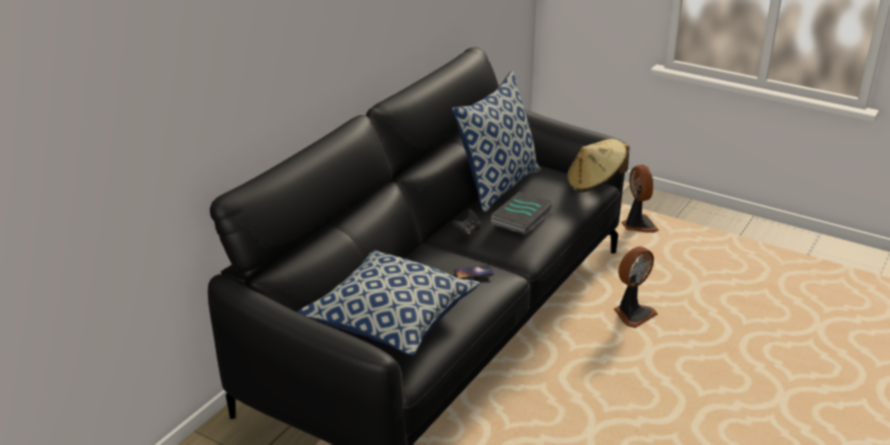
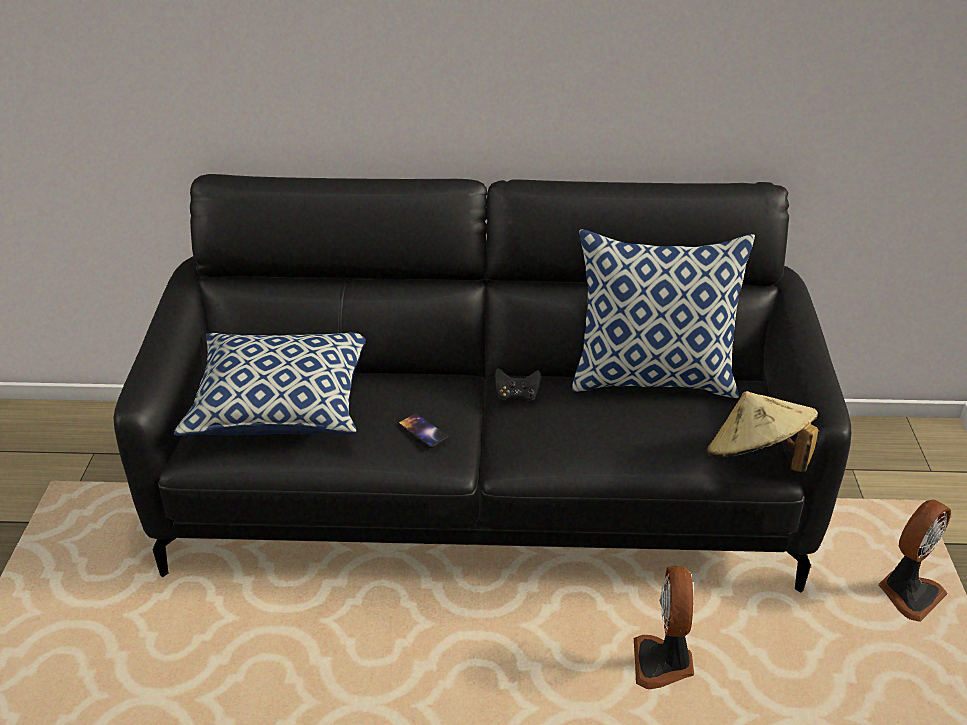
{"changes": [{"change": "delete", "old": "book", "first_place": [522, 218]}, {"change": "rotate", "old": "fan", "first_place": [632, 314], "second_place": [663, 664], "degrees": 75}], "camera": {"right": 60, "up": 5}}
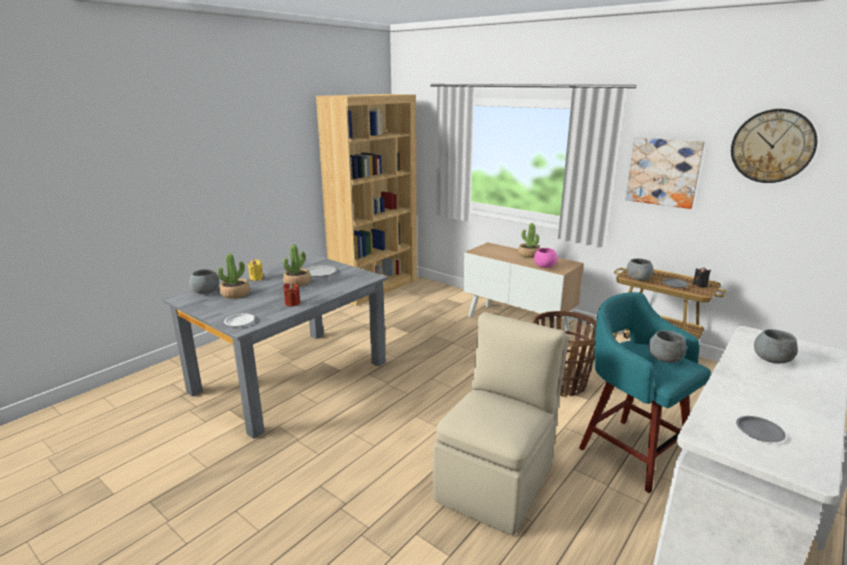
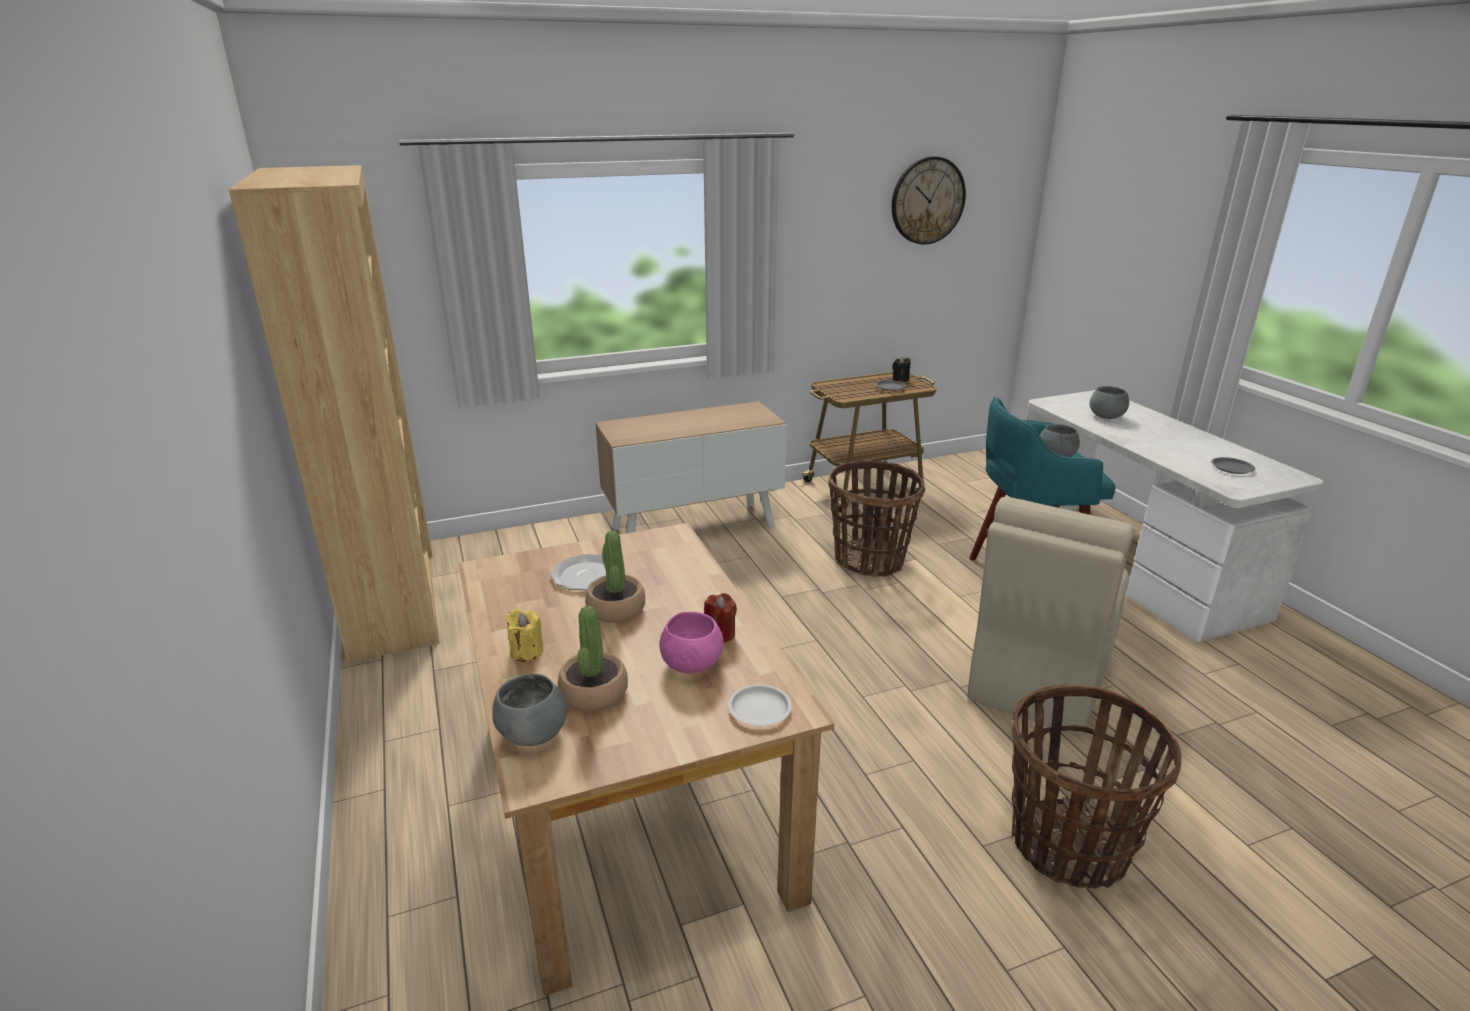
{"changes": [{"change": "delete", "old": "potted plant", "first_place": [528, 255]}, {"change": "delete", "old": "picture", "first_place": [663, 172]}, {"change": "delete", "old": "grey bowl", "first_place": [638, 279]}, {"change": "insert", "new": "basket", "second_place": [1068, 845]}, {"change": "move", "old": "pink bowl", "first_place": [544, 266], "second_place": [691, 664]}, {"change": "recolor", "old": "grey dining table", "new": "brown dining table", "first_place": [291, 377], "second_place": [634, 803]}, {"change": "rotate", "old": "beige chair", "first_place": [497, 481], "second_place": [1037, 681], "degrees": -120}], "camera": {"right": -60, "up": 5}}
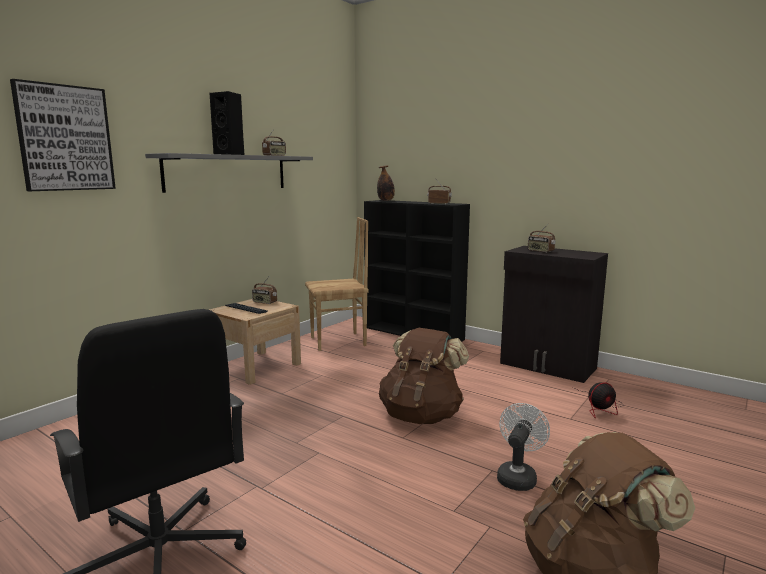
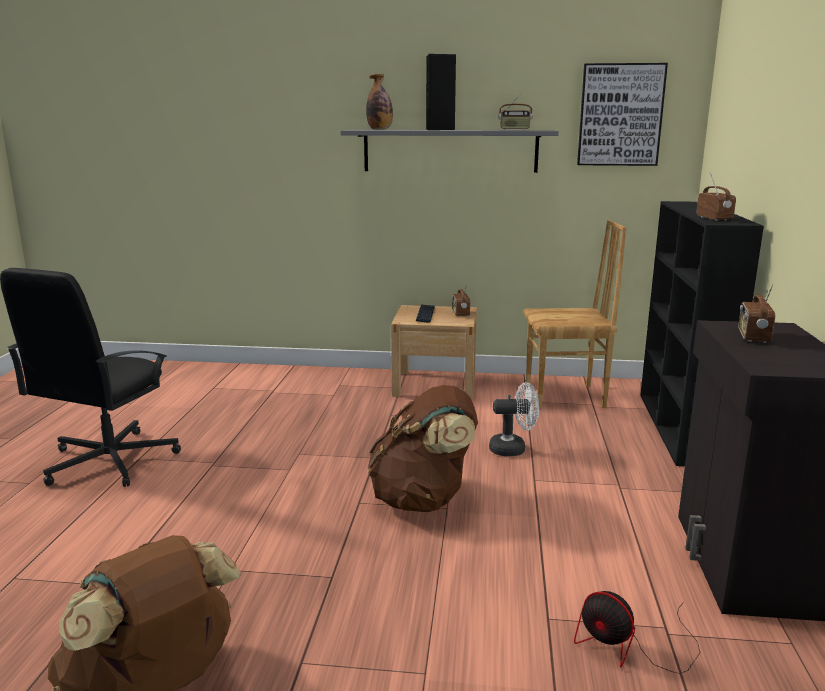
{"changes": [{"change": "move", "old": "picture", "first_place": [65, 138], "second_place": [620, 115]}, {"change": "move", "old": "bottle", "first_place": [386, 200], "second_place": [380, 129]}, {"change": "move", "old": "white fan", "first_place": [518, 476], "second_place": [513, 449]}, {"change": "rotate", "old": "brown chair", "first_place": [339, 342], "second_place": [565, 397], "degrees": -45}], "camera": {"right": 60, "up": 5}}
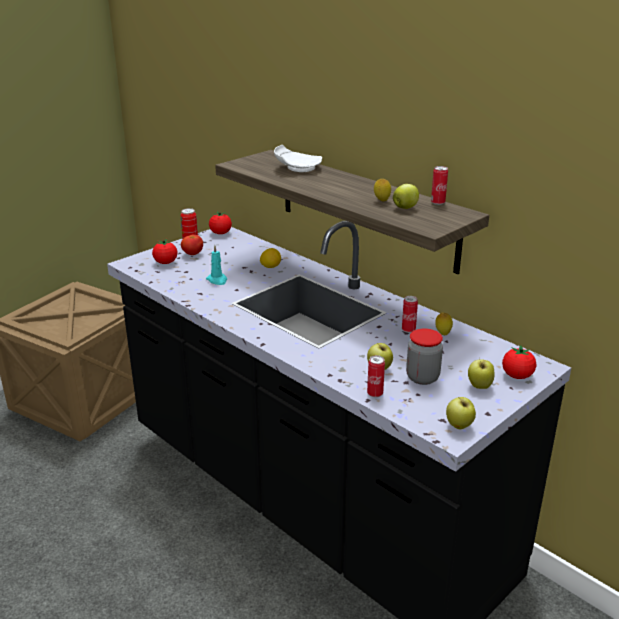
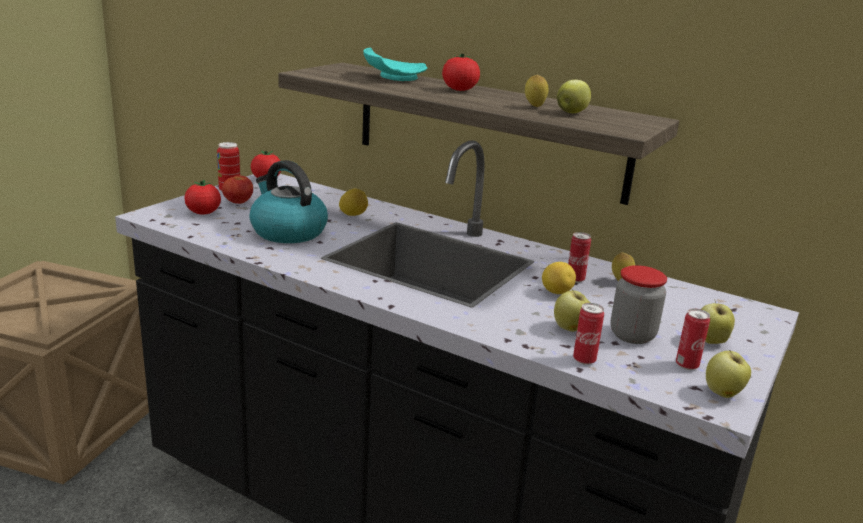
{"changes": [{"change": "insert", "new": "lemon", "second_place": [556, 292]}, {"change": "move", "old": "can", "first_place": [438, 203], "second_place": [687, 365]}, {"change": "move", "old": "tomato", "first_place": [517, 376], "second_place": [459, 90]}, {"change": "replace", "old": "turquoise candle", "new": "kettle", "first_place": [217, 280], "second_place": [287, 232]}, {"change": "recolor", "old": "white plate", "new": "turquoise plate", "first_place": [297, 168], "second_place": [393, 77]}], "camera": {"right": -15, "up": -5}}
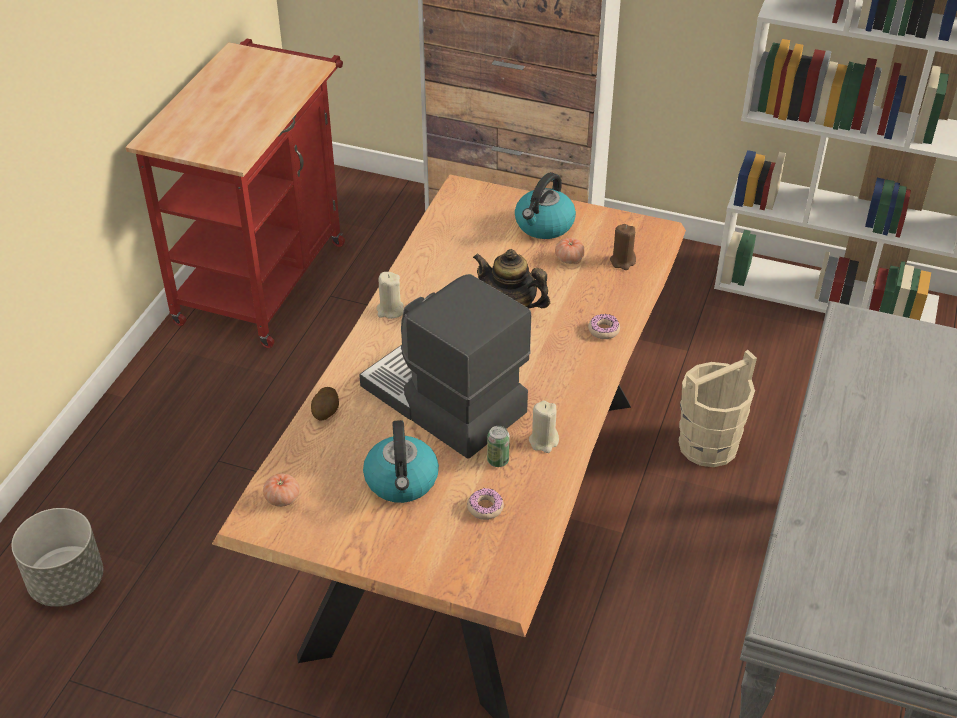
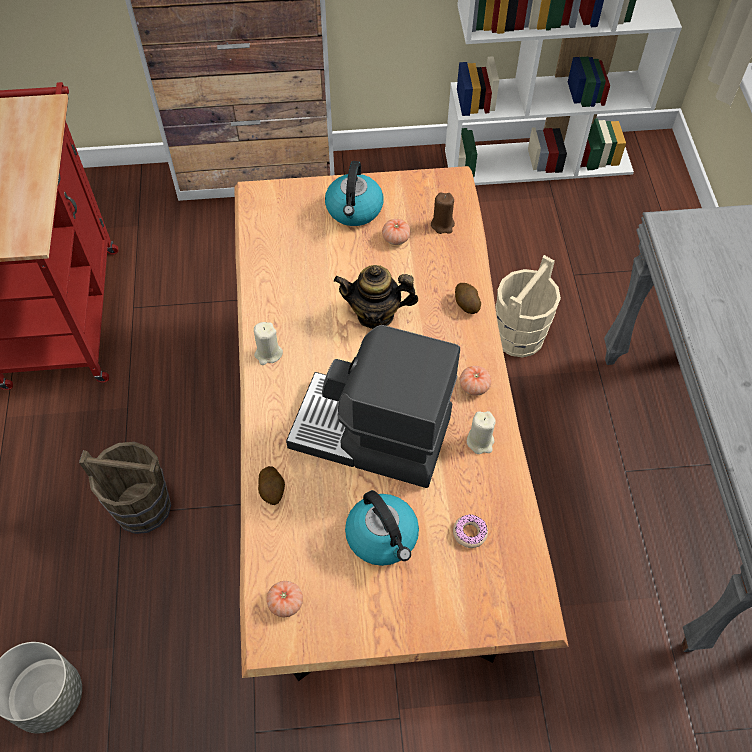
{"changes": [{"change": "delete", "old": "can", "first_place": [498, 460]}, {"change": "insert", "new": "brown bucket", "second_place": [142, 507]}, {"change": "insert", "new": "tomato", "second_place": [474, 386]}, {"change": "replace", "old": "donut", "new": "potato", "first_place": [603, 330], "second_place": [466, 304]}], "camera": {"right": -25, "up": 15}}
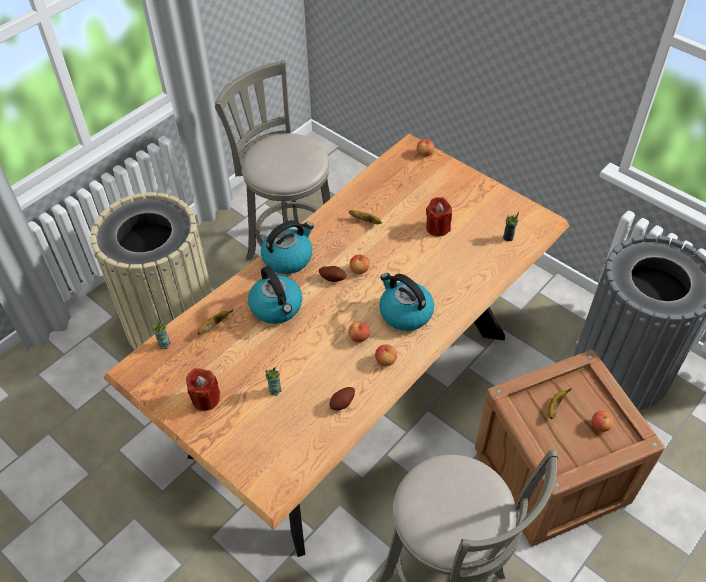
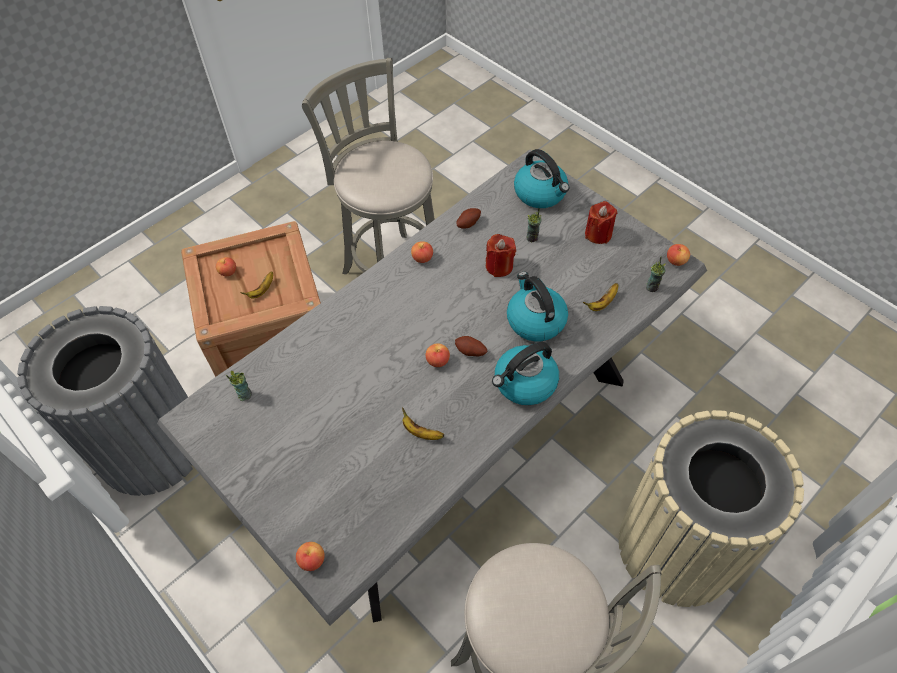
{"changes": [{"change": "move", "old": "apple", "first_place": [359, 337], "second_place": [676, 261]}, {"change": "move", "old": "kettle", "first_place": [404, 312], "second_place": [541, 193]}, {"change": "move", "old": "red candle", "first_place": [437, 227], "second_place": [499, 266]}, {"change": "recolor", "old": "brown dining table", "new": "grey dining table", "first_place": [355, 394], "second_place": [451, 436]}], "camera": {"right": -175, "up": 5}}
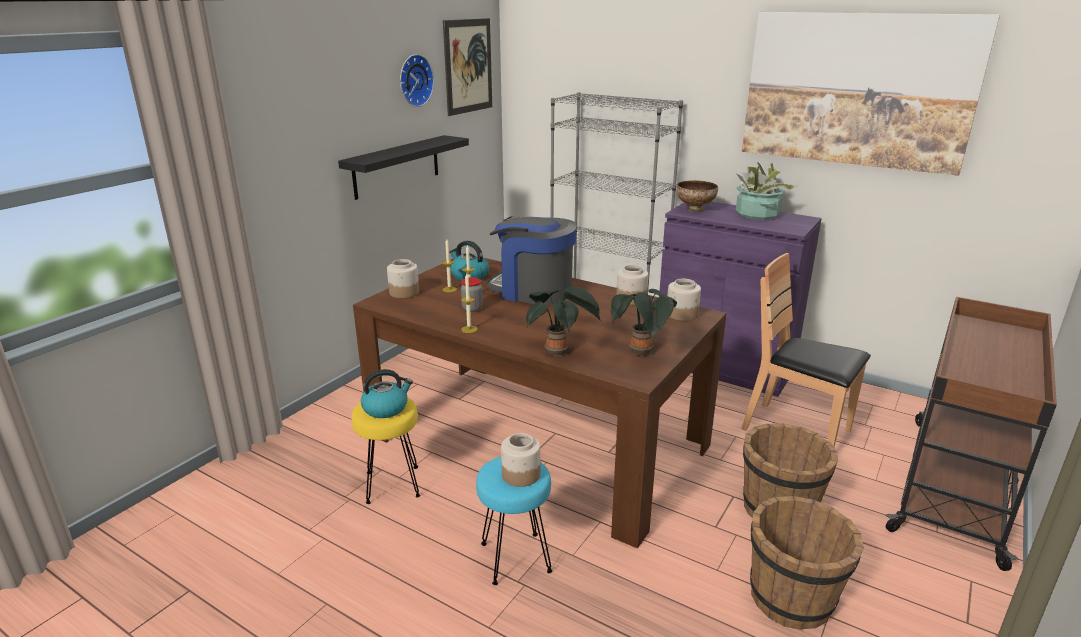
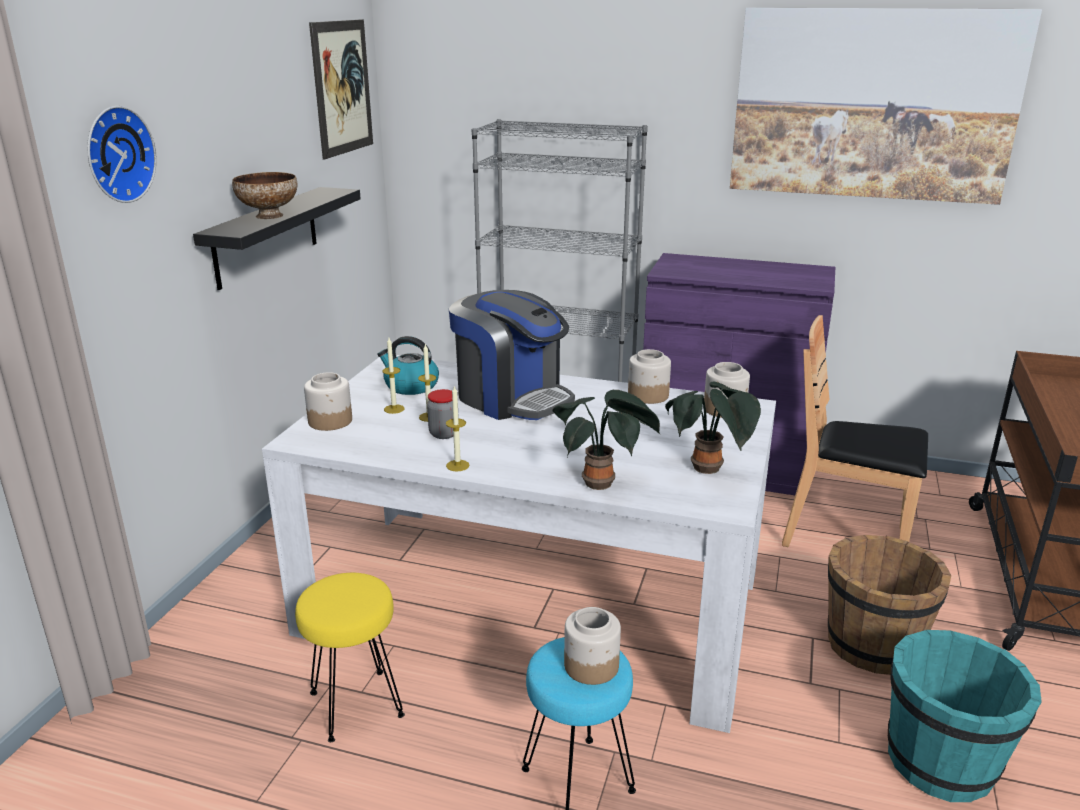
{"changes": [{"change": "delete", "old": "kettle", "first_place": [386, 408]}, {"change": "delete", "old": "potted plant", "first_place": [757, 215]}, {"change": "move", "old": "wall clock", "first_place": [414, 80], "second_place": [116, 154]}, {"change": "move", "old": "bowl", "first_place": [695, 209], "second_place": [269, 215]}, {"change": "recolor", "old": "brown dining table", "new": "white dining table", "first_place": [538, 440], "second_place": [534, 603]}, {"change": "recolor", "old": "brown bucket", "new": "turquoise bucket", "first_place": [792, 598], "second_place": [942, 762]}, {"change": "rotate", "old": "coffee machine", "first_place": [533, 290], "second_place": [512, 398], "degrees": -150}], "camera": {"right": -15, "up": 0}}
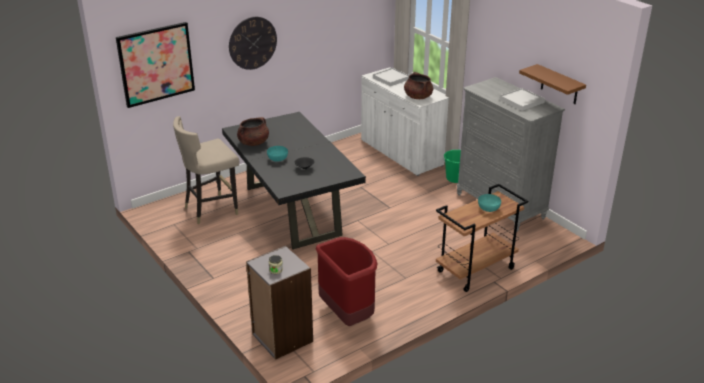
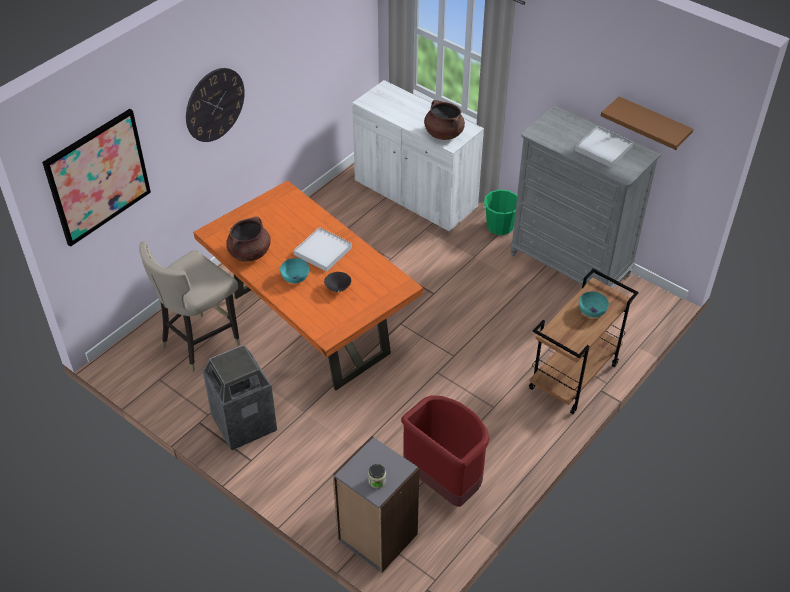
{"changes": [{"change": "insert", "new": "trash can", "second_place": [243, 423]}, {"change": "move", "old": "white tray", "first_place": [391, 78], "second_place": [323, 251]}, {"change": "recolor", "old": "black dining table", "new": "orange dining table", "first_place": [292, 211], "second_place": [309, 325]}], "camera": {"right": -15, "up": 15}}
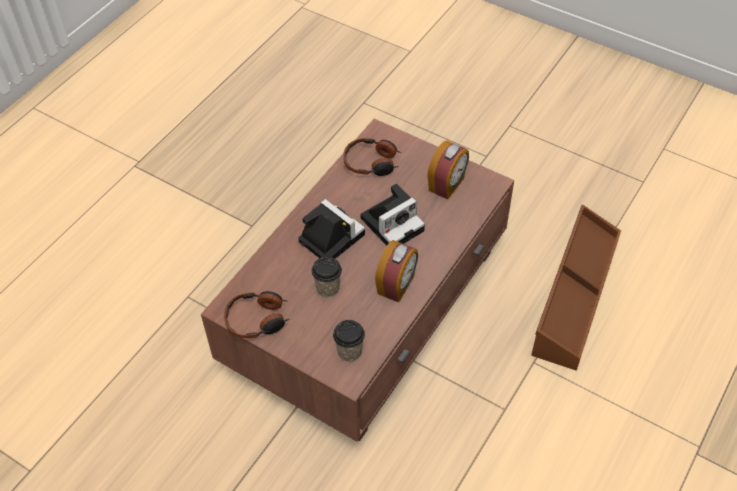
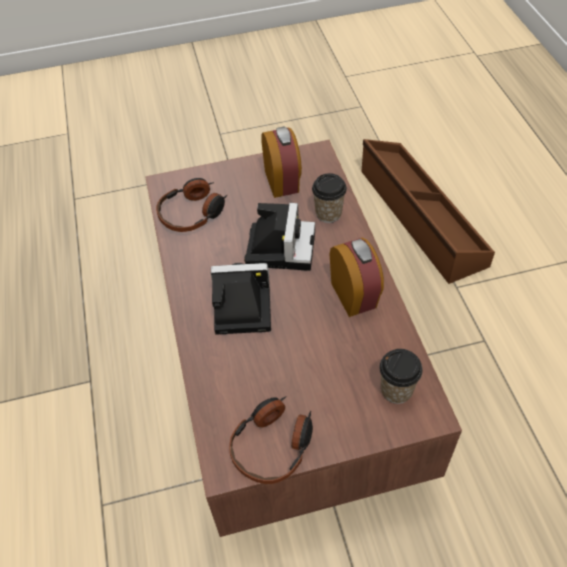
{"changes": [{"change": "move", "old": "cup", "first_place": [328, 288], "second_place": [328, 213]}], "camera": {"right": -45, "up": 0}}
